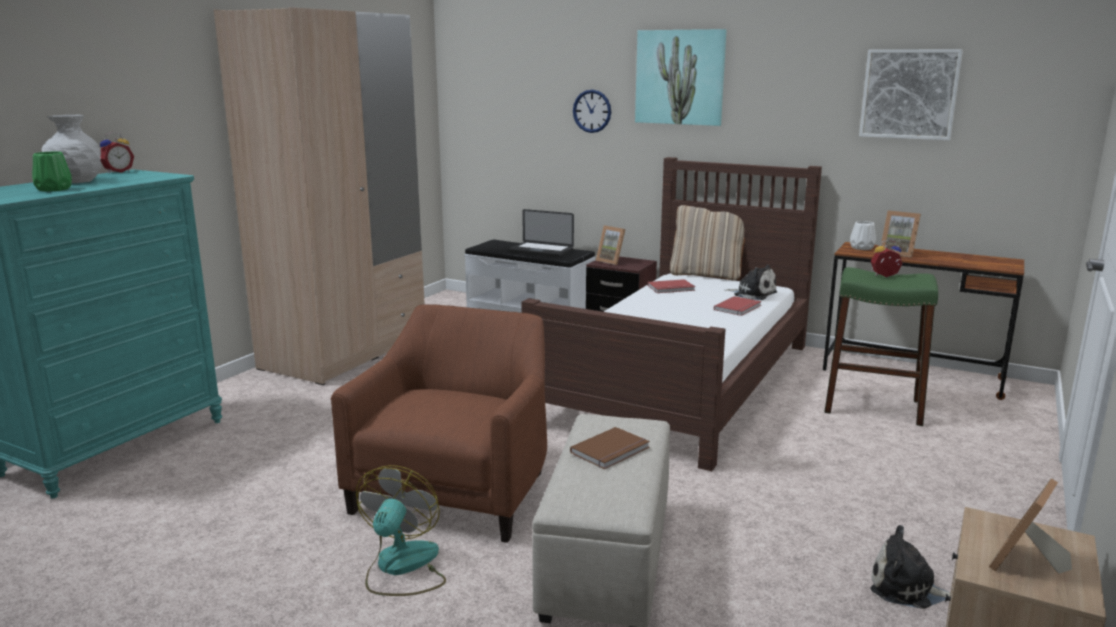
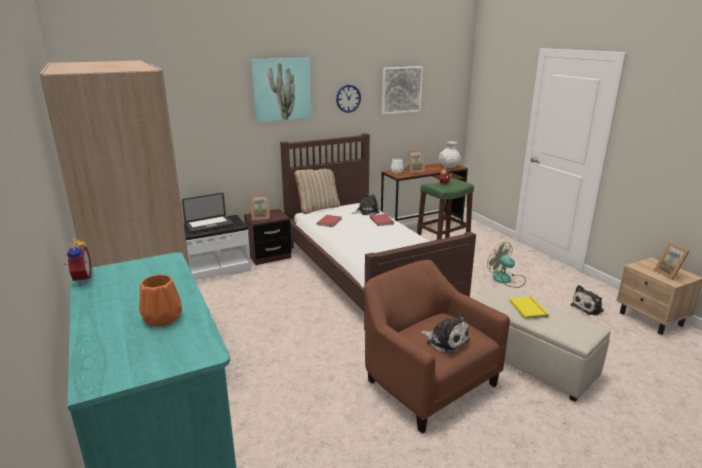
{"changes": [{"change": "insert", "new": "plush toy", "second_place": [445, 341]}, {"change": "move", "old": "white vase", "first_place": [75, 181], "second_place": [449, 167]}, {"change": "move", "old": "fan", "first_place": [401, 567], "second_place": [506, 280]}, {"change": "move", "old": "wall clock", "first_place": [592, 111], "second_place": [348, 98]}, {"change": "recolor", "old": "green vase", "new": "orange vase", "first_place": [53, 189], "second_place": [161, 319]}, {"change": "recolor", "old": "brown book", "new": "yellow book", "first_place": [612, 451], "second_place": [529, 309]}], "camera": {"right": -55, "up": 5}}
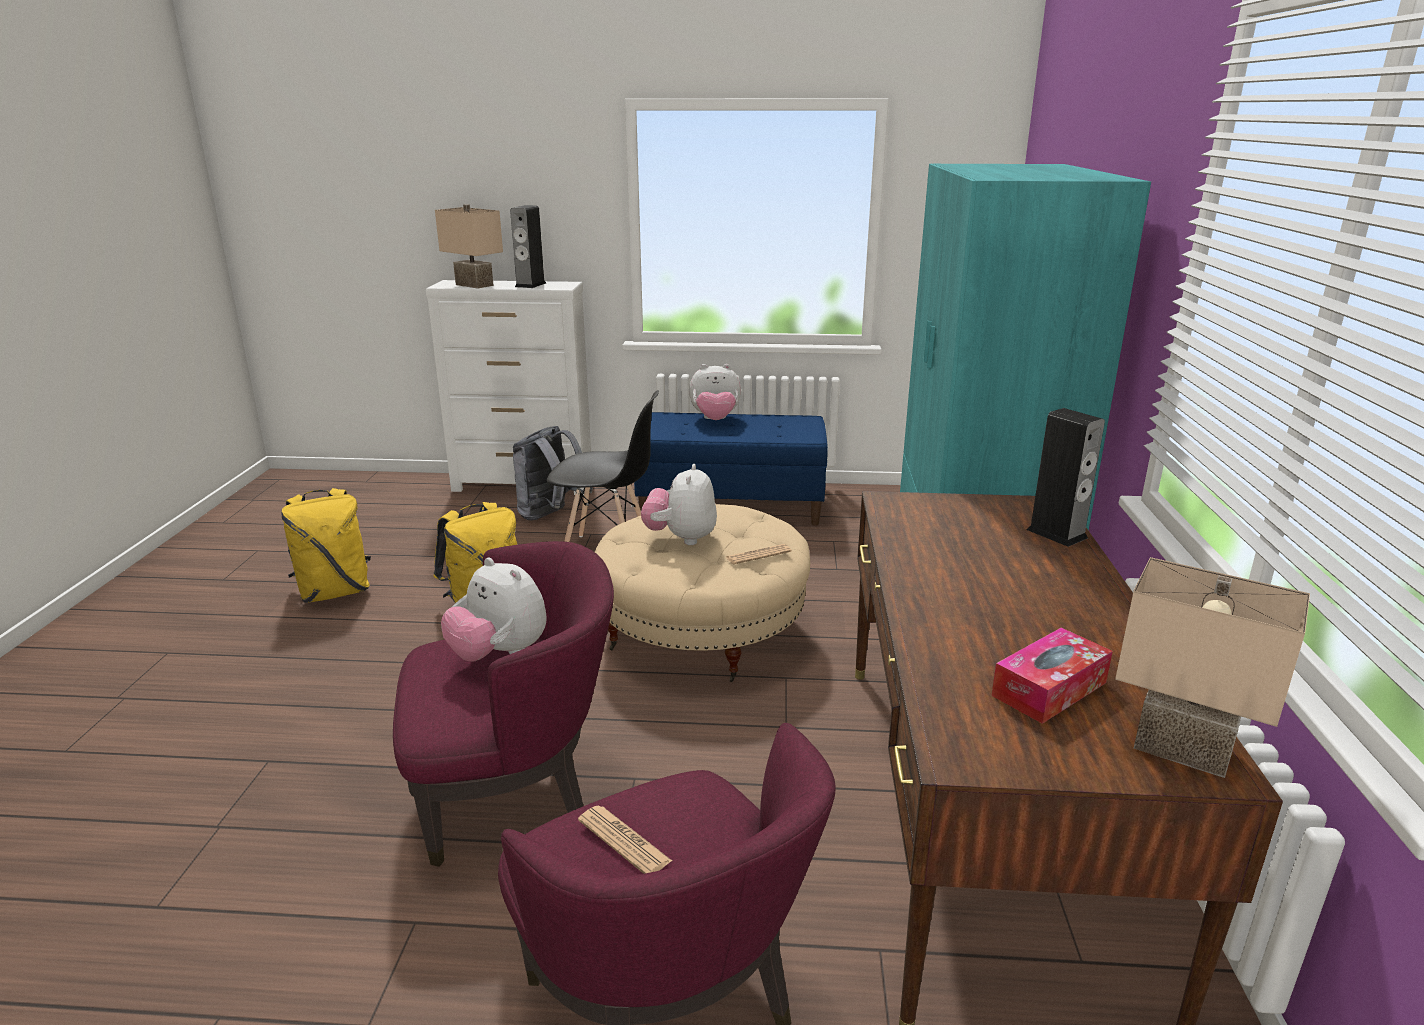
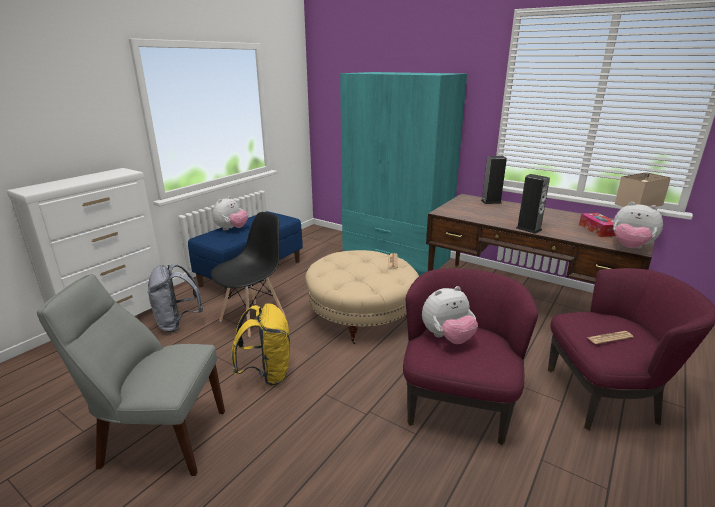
{"changes": [{"change": "delete", "old": "beige table lamp", "first_place": [476, 285]}, {"change": "move", "old": "speaker", "first_place": [530, 285], "second_place": [528, 229]}, {"change": "move", "old": "plush toy", "first_place": [681, 538], "second_place": [630, 247]}, {"change": "replace", "old": "yellow backpack", "new": "grey chair", "first_place": [335, 592], "second_place": [158, 438]}], "camera": {"right": -60, "up": 0}}
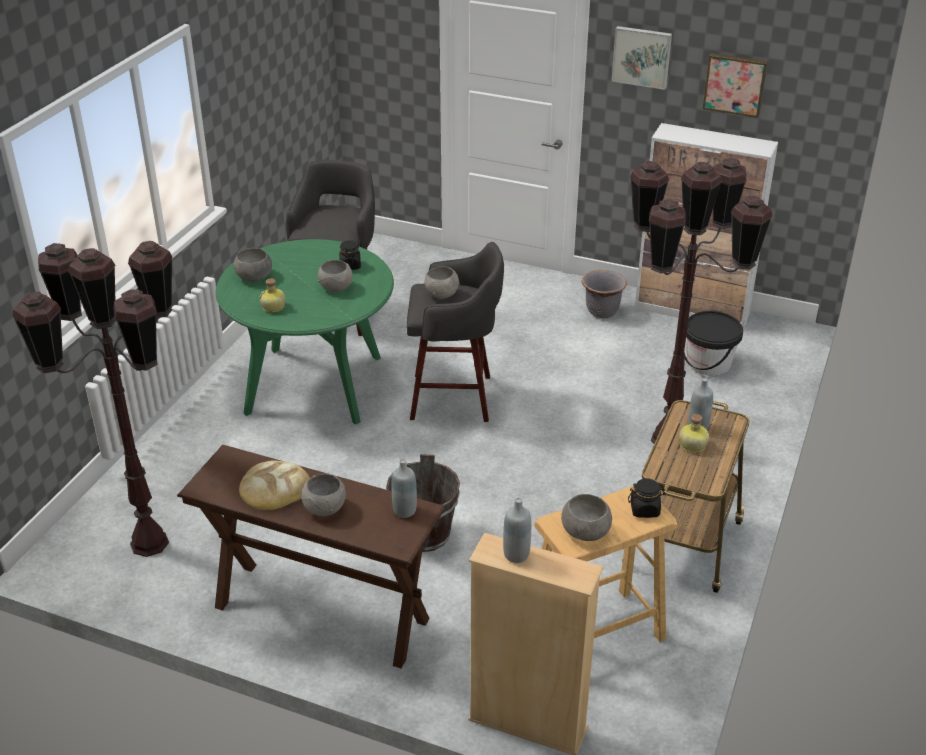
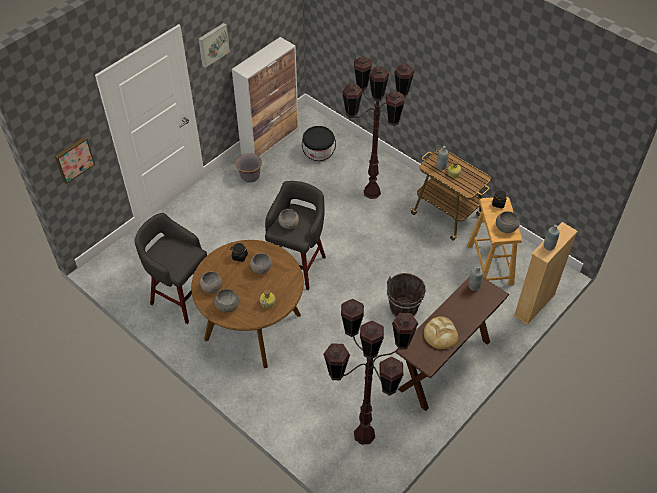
{"changes": [{"change": "move", "old": "grey bowl", "first_place": [324, 509], "second_place": [212, 288]}, {"change": "move", "old": "picture", "first_place": [735, 84], "second_place": [73, 159]}, {"change": "recolor", "old": "green dining table", "new": "brown dining table", "first_place": [314, 384], "second_place": [253, 327]}], "camera": {"right": -70, "up": 15}}
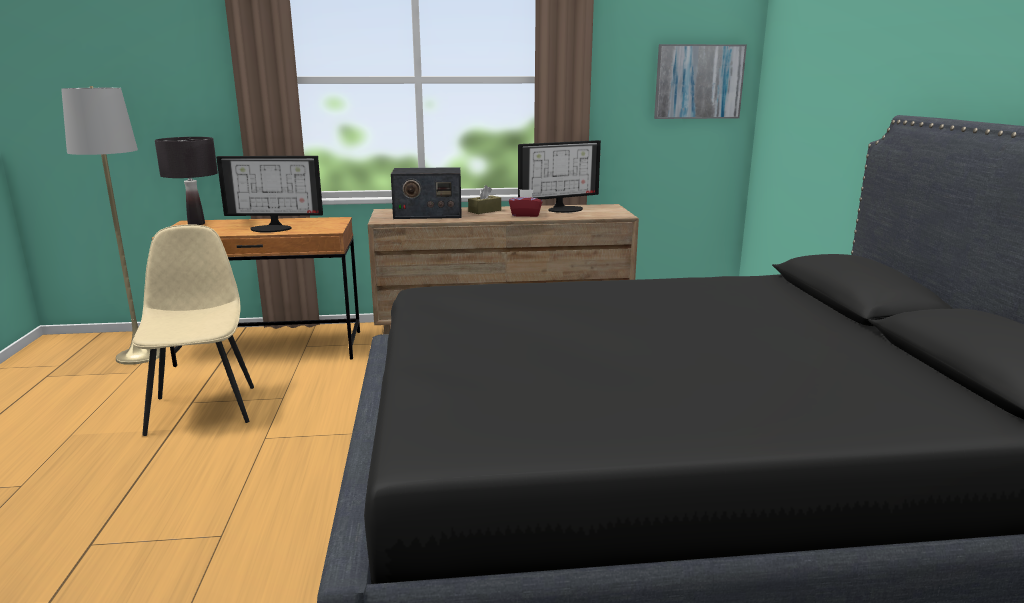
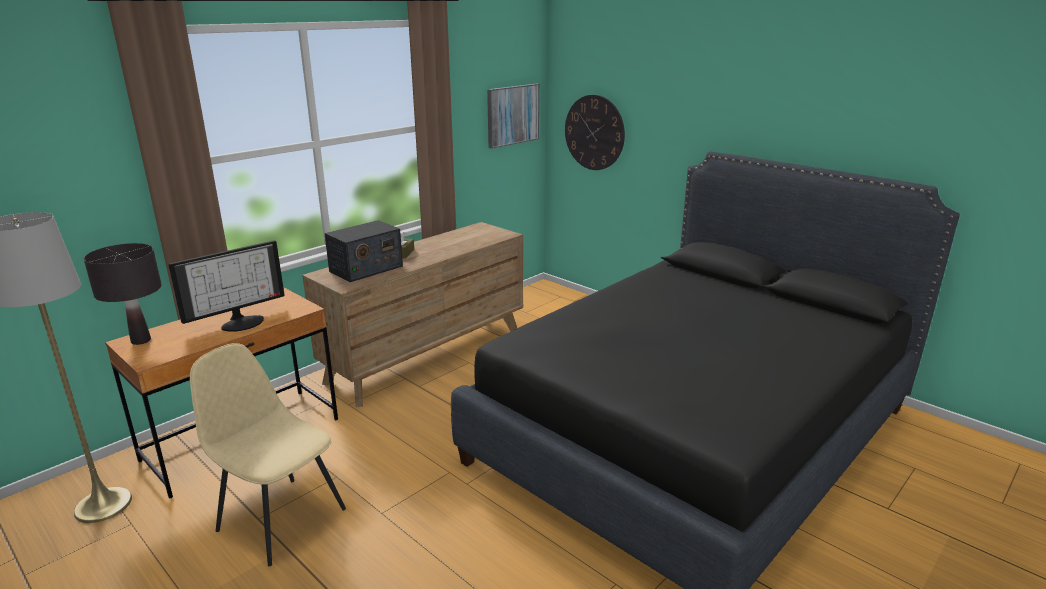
{"changes": [{"change": "delete", "old": "red tissue box", "first_place": [525, 215]}, {"change": "delete", "old": "monitor", "first_place": [564, 209]}, {"change": "insert", "new": "wall clock", "second_place": [594, 132]}], "camera": {"right": -40, "up": 5}}
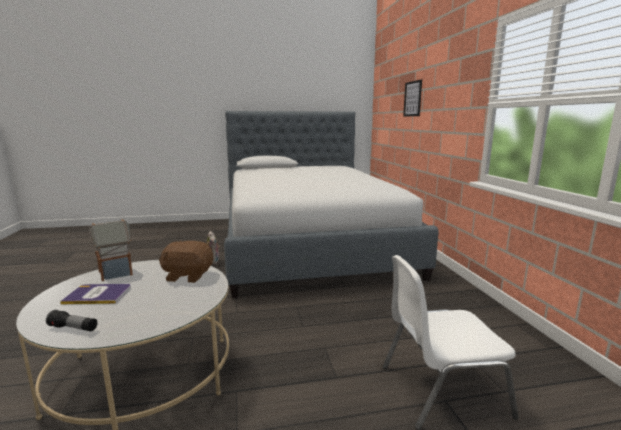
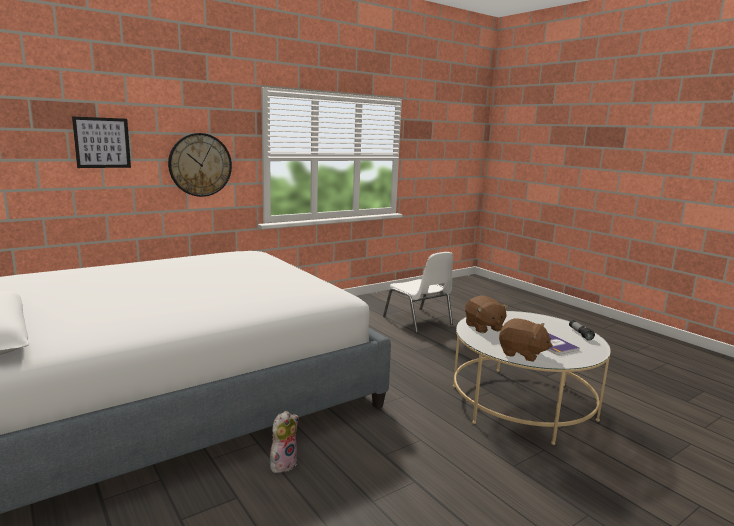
{"changes": [{"change": "insert", "new": "wall clock", "second_place": [200, 165]}, {"change": "replace", "old": "toy house", "new": "brown plush toy", "first_place": [116, 273], "second_place": [522, 354]}], "camera": {"right": -115, "up": 0}}
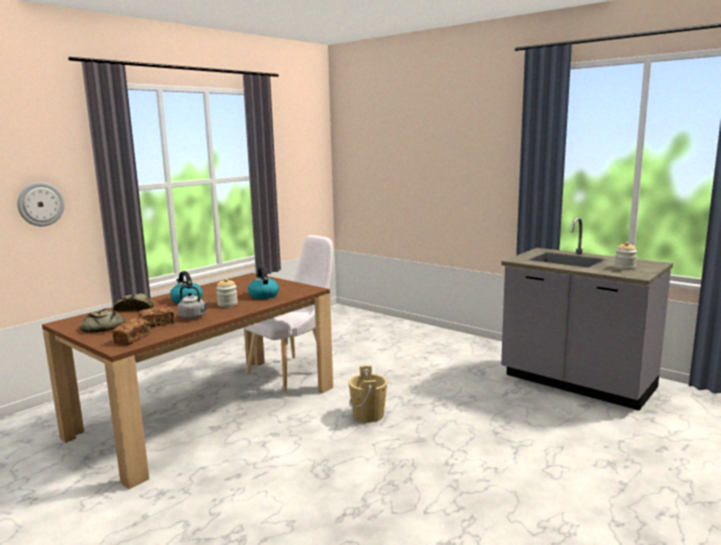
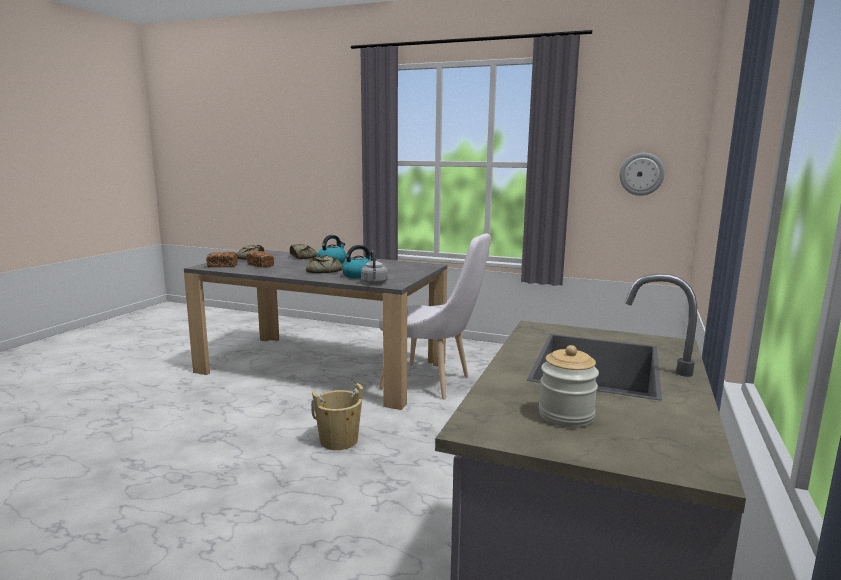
{"changes": [{"change": "move", "old": "wall clock", "first_place": [40, 204], "second_place": [641, 174]}, {"change": "move", "old": "grey kettle", "first_place": [194, 317], "second_place": [374, 283]}, {"change": "replace", "old": "jar", "new": "bread", "first_place": [227, 304], "second_place": [323, 271]}, {"change": "recolor", "old": "brown dining table", "new": "grey dining table", "first_place": [208, 411], "second_place": [322, 368]}], "camera": {"right": 70, "up": 0}}
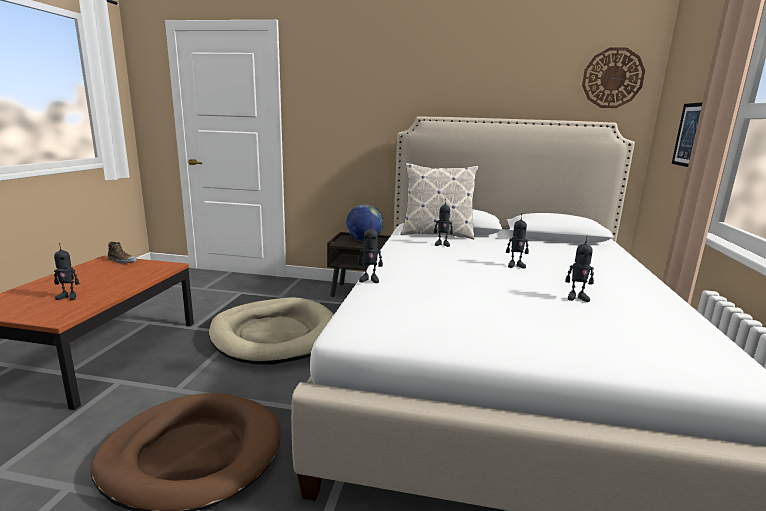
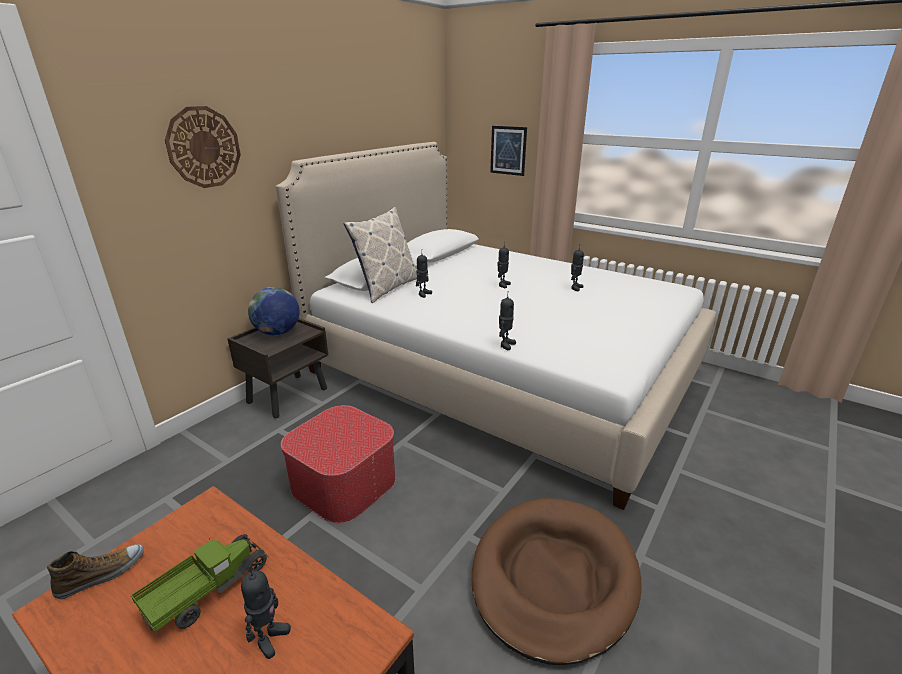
{"changes": [{"change": "insert", "new": "toy truck", "second_place": [208, 591]}, {"change": "move", "old": "wall clock", "first_place": [612, 78], "second_place": [204, 147]}, {"change": "replace", "old": "beige dog bed", "new": "ottoman", "first_place": [275, 335], "second_place": [343, 483]}], "camera": {"right": -65, "up": 10}}
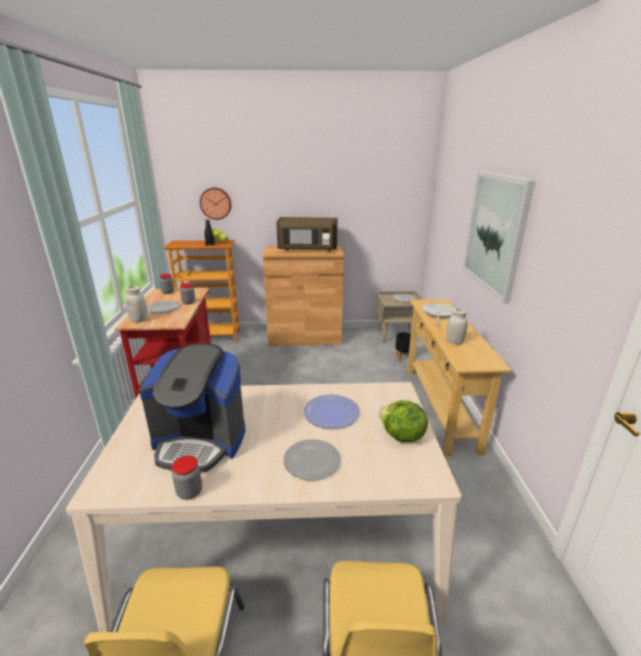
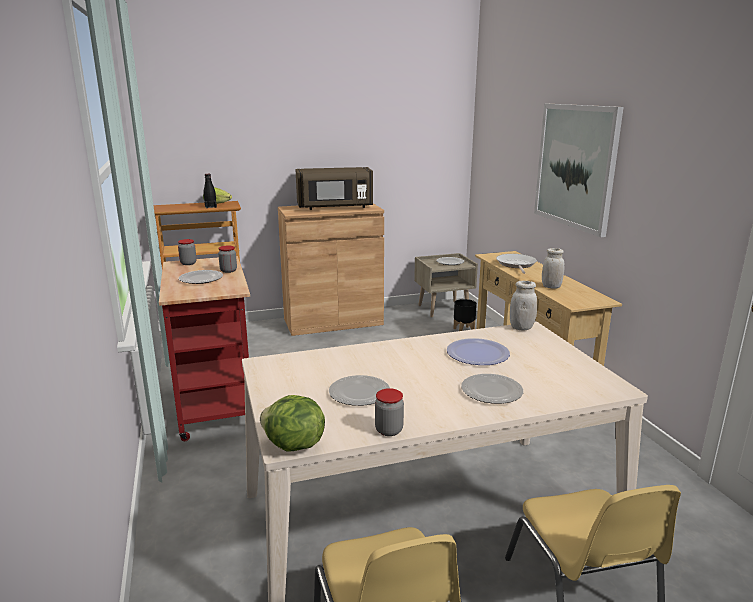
{"changes": [{"change": "delete", "old": "wall clock", "first_place": [216, 203]}, {"change": "move", "old": "white jar", "first_place": [139, 320], "second_place": [521, 327]}, {"change": "move", "old": "lettuce", "first_place": [401, 436], "second_place": [293, 446]}, {"change": "replace", "old": "coffee machine", "new": "plate", "first_place": [200, 441], "second_place": [360, 392]}], "camera": {"right": -15, "up": -5}}
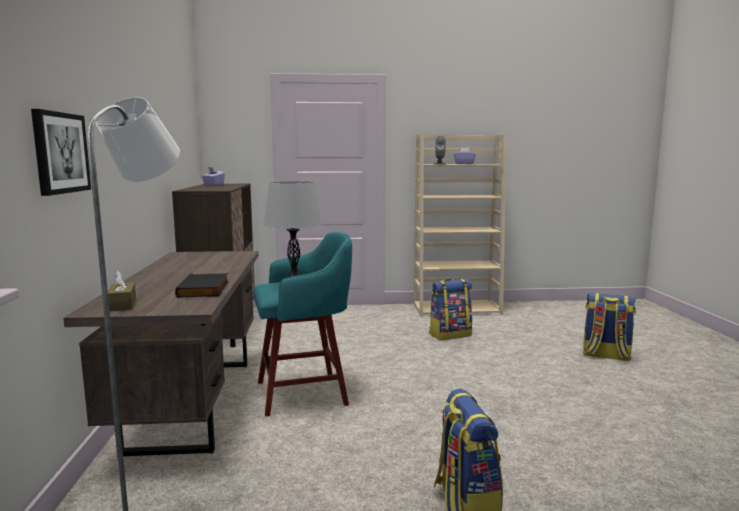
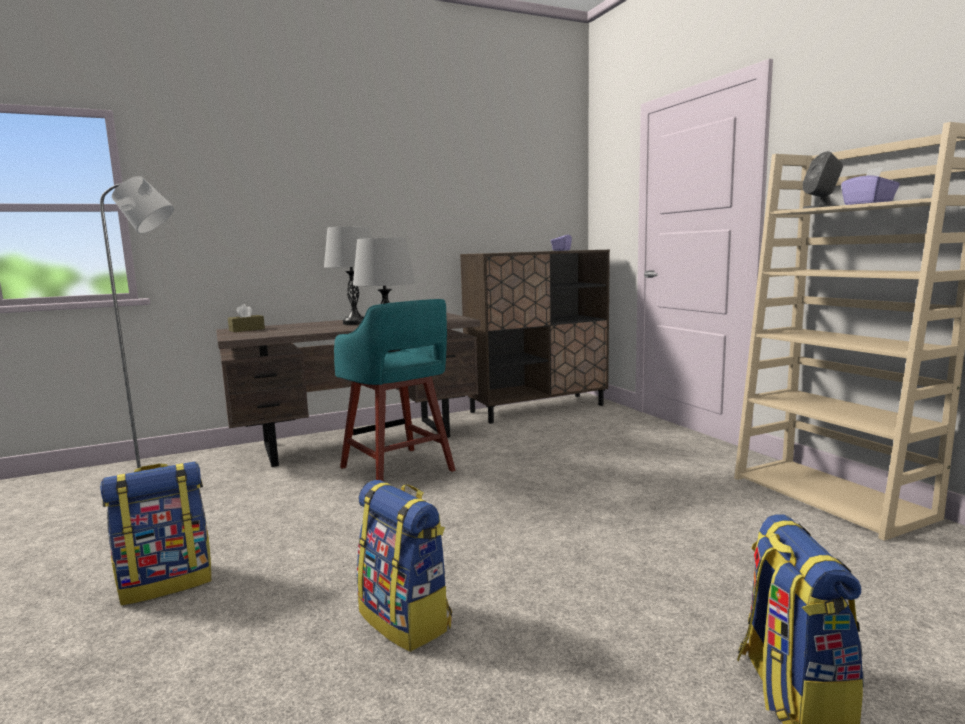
{"changes": [{"change": "delete", "old": "picture", "first_place": [60, 153]}, {"change": "delete", "old": "black book", "first_place": [205, 289]}, {"change": "insert", "new": "grey table lamp", "second_place": [355, 323]}, {"change": "move", "old": "backpack", "first_place": [450, 334], "second_place": [406, 620]}], "camera": {"right": 70, "up": 0}}
